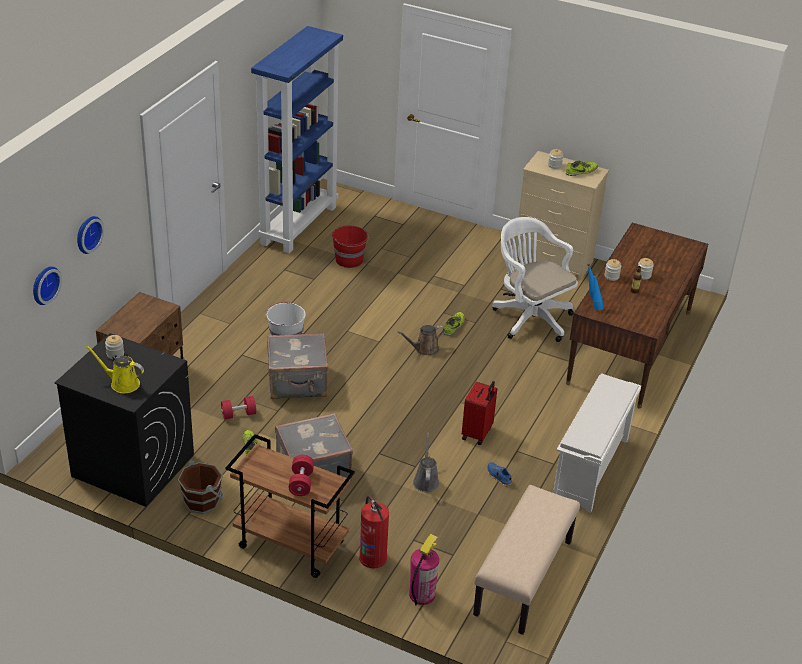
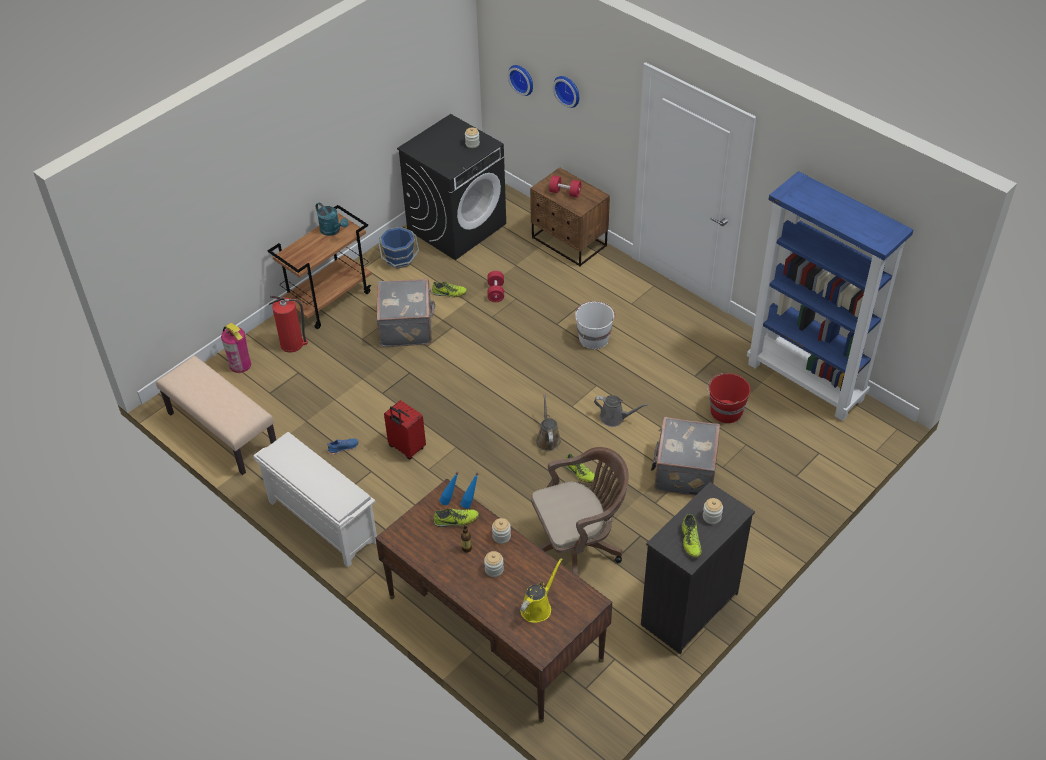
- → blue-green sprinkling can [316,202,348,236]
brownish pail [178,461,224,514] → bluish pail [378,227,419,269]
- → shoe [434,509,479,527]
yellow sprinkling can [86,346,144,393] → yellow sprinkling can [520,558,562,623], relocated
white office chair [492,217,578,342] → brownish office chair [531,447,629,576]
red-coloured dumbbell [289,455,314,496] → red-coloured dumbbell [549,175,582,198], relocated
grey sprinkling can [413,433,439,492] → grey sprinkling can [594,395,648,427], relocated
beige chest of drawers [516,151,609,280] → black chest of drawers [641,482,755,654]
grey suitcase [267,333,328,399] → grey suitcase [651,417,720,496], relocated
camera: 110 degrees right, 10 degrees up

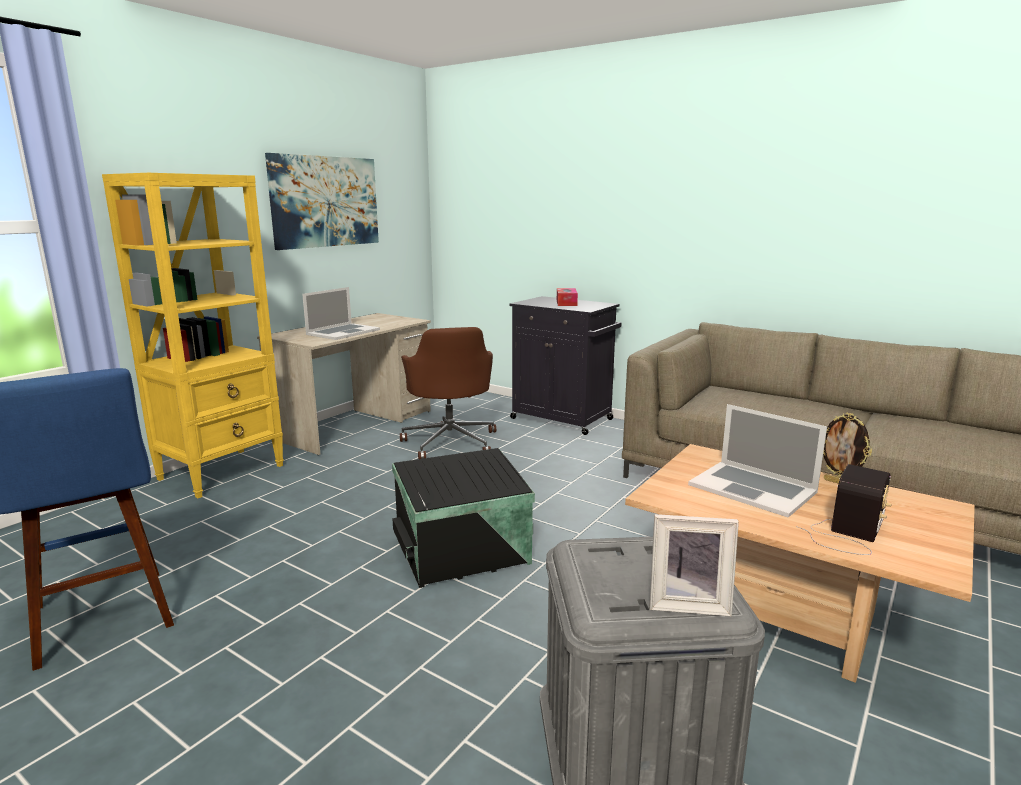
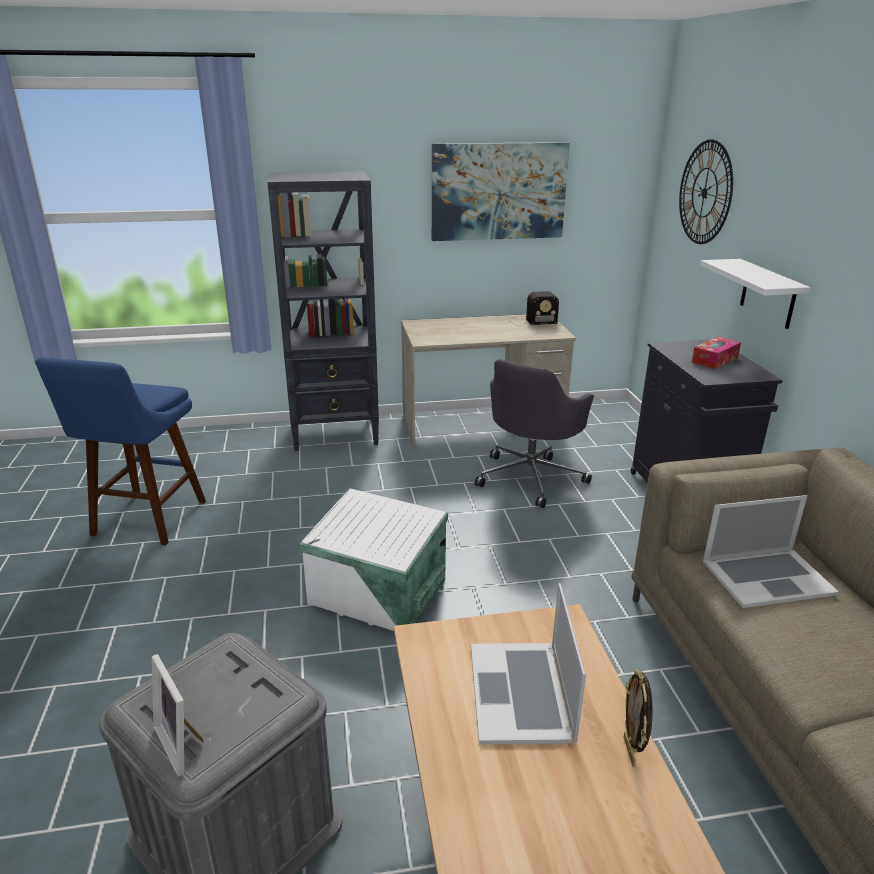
yellow bookcase [102,173,284,498] → black bookcase [267,171,379,451]
black storage bin [392,448,535,588] → white storage bin [299,488,448,631]
brownish office chair [400,327,496,459] → grey office chair [475,359,594,508]
radio receiver [796,464,892,555] → radio receiver [509,291,559,326], relocated
- → wall clock [679,139,733,244]
- → white bracket shelf [700,259,811,329]
notebook computer [302,287,380,340] → notebook computer [703,495,839,608], relocated
camera: 45 degrees right, 10 degrees up

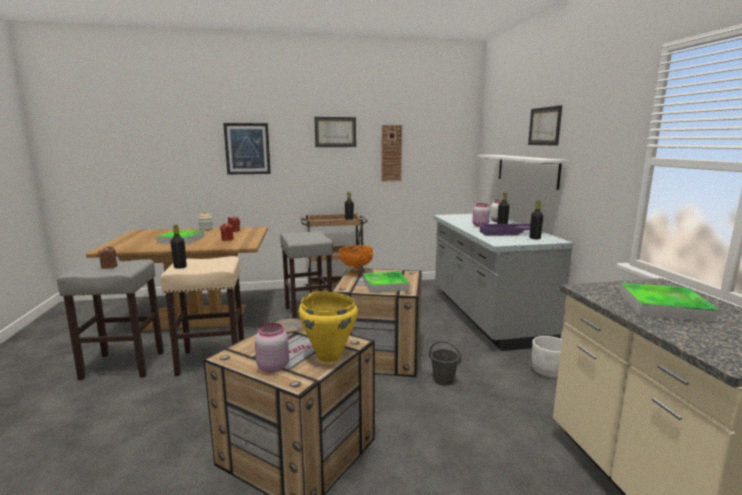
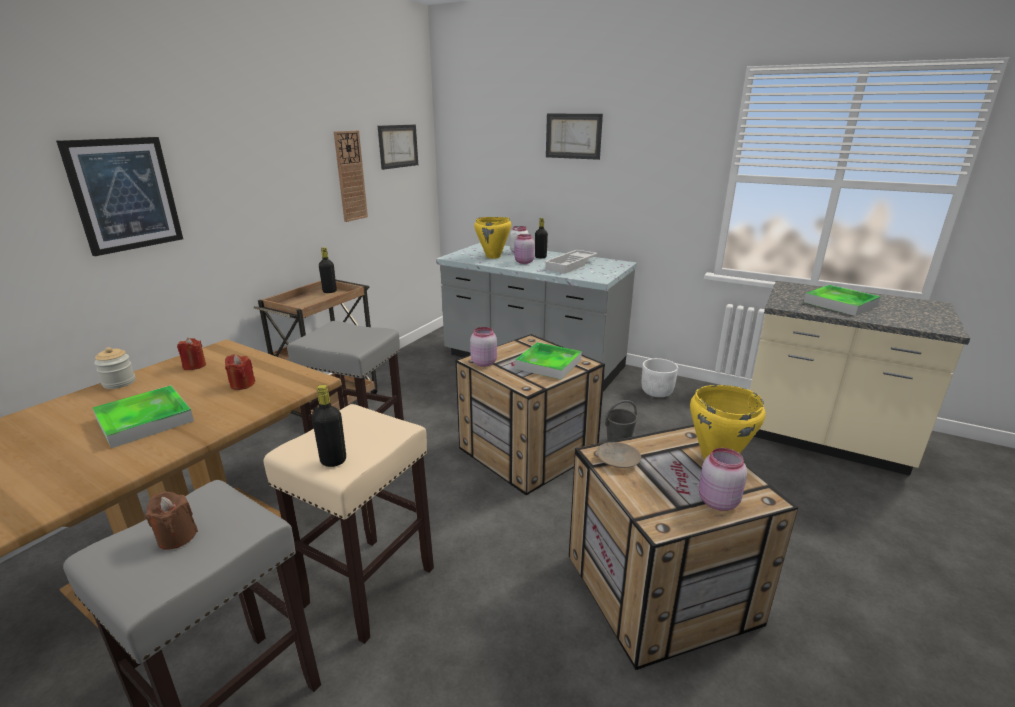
wall picture [314,117,356,147] → wall picture [378,125,418,170], relocated
orange-coloured deep dish [339,245,373,275] → pinkish jar [470,327,497,367]
- → yellow cooking pot [474,217,511,259]
purple tray [479,224,530,236] → white tray [544,250,598,274]
white bracket shelf [478,155,569,190] → -
black drink bottle [530,201,543,239] → -
camera: 50 degrees left, 10 degrees up

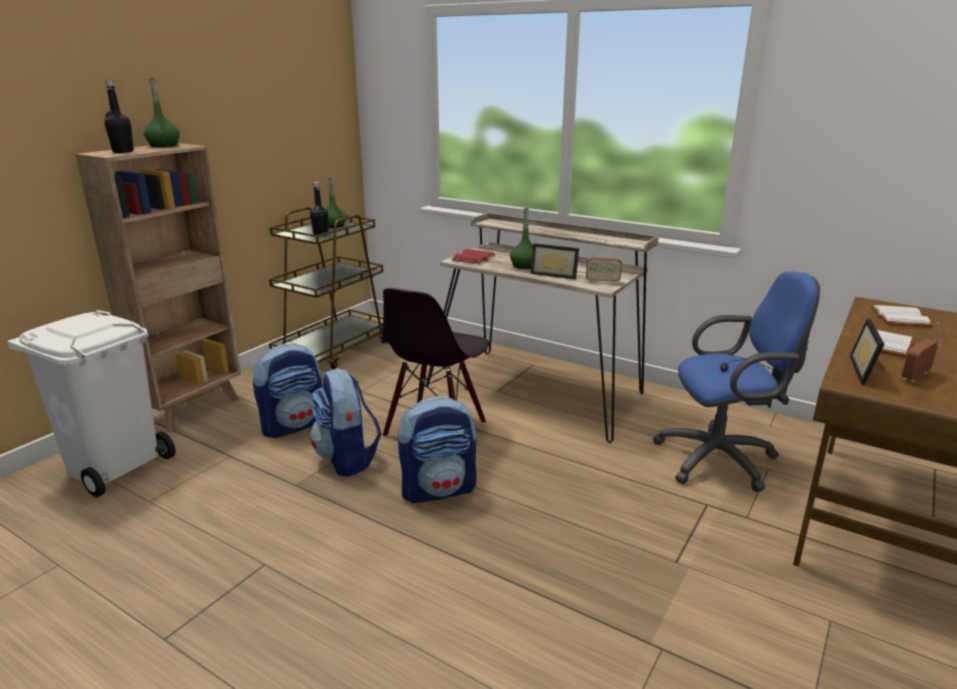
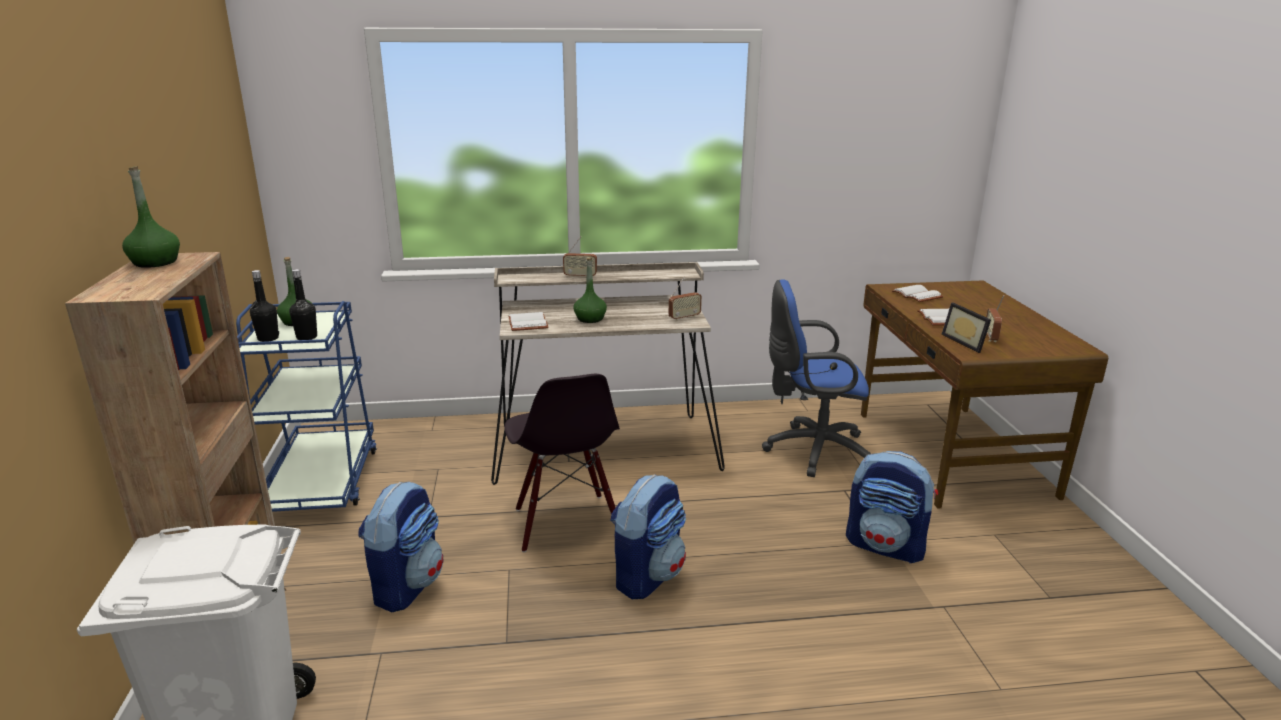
brownish cart [269,207,385,369] → bluish cart [236,301,377,512]
black drink bottle [104,79,134,153] → black drink bottle [250,270,279,342], relocated
red-coloured book [452,249,496,264] → white book [508,312,548,331]
- → radio receiver [563,236,597,278]
bluish office chair [653,271,820,492] → bluish office chair [762,279,871,477], 135 degrees counterclockwise
knapsack [310,368,381,477] → knapsack [846,451,938,563], relocated
standing frame [530,243,579,279] → -
camera: 40 degrees left, 0 degrees up

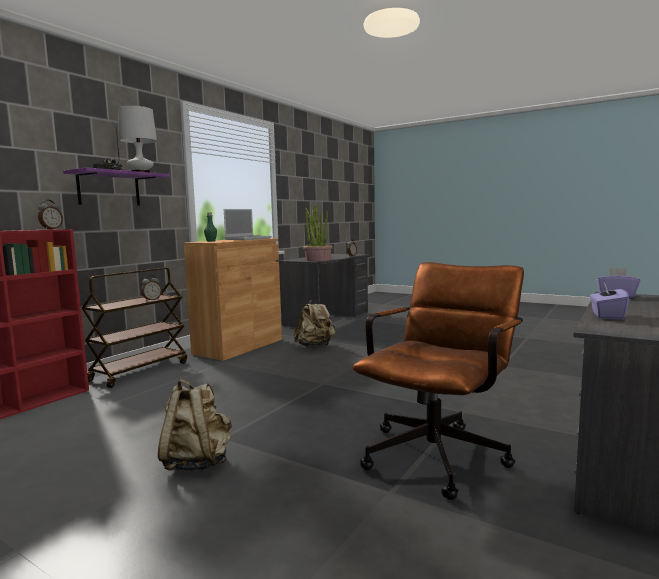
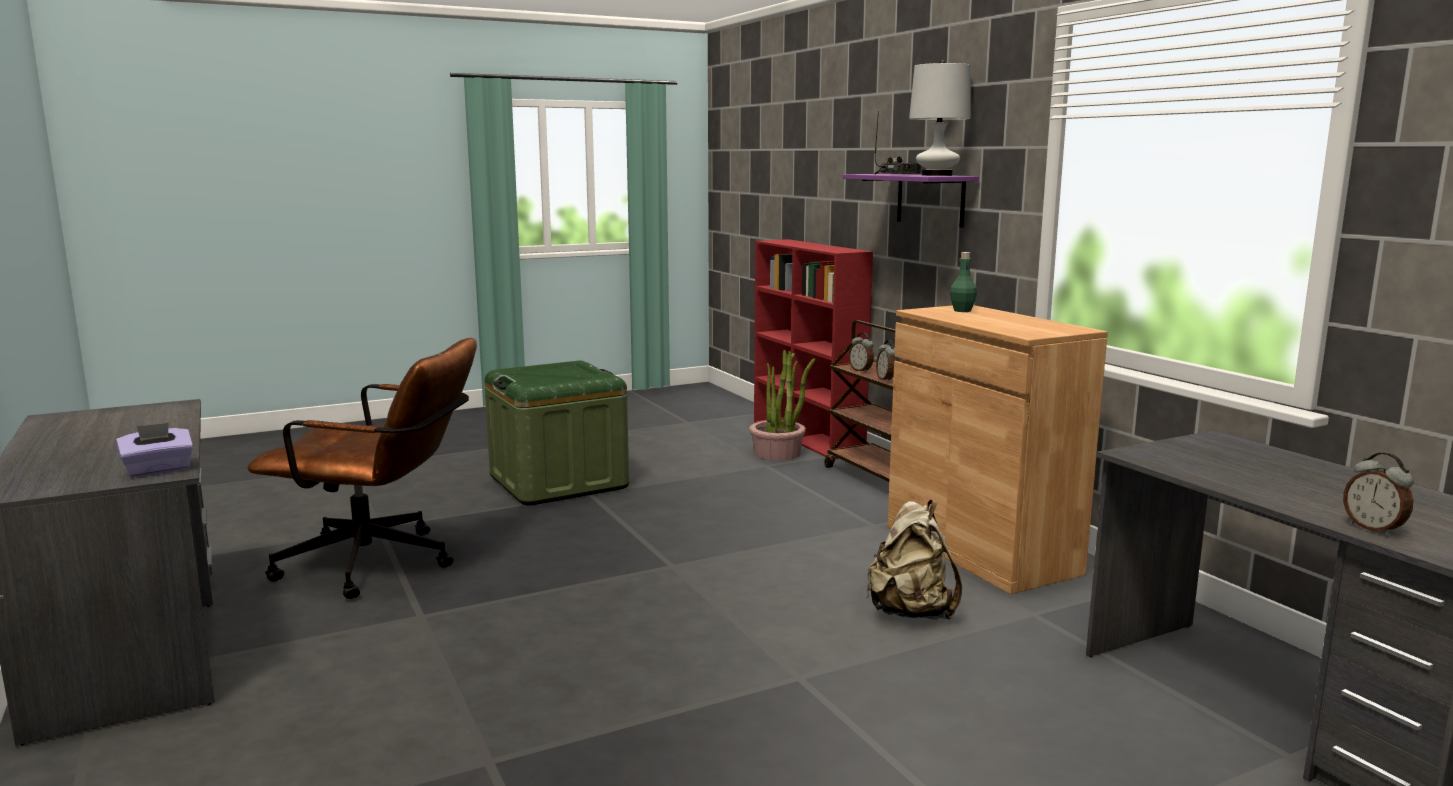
brownish office chair [353,262,524,500] → brownish office chair [247,338,477,599], 60 degrees counterclockwise
beige knapsack [158,379,232,472] → greenish storage bin [484,360,629,506]
plant in a pot [303,204,333,261] → plant in a pot [749,350,815,460], relocated
bedside clock [38,200,63,229] → bedside clock [849,333,874,373], relocated
notebook computer [224,209,272,240] → -
purple tissue box [590,282,629,320] → -
camera: 120 degrees right, 5 degrees up

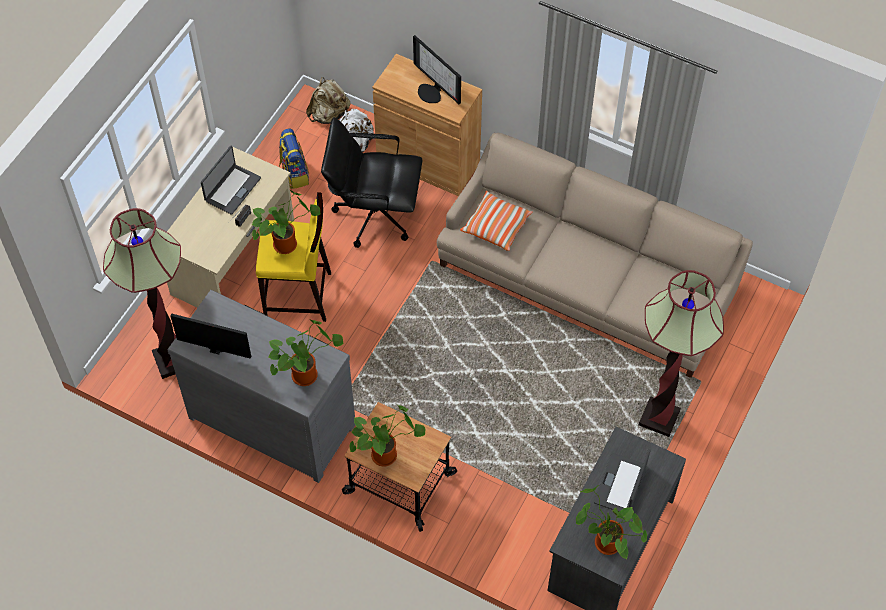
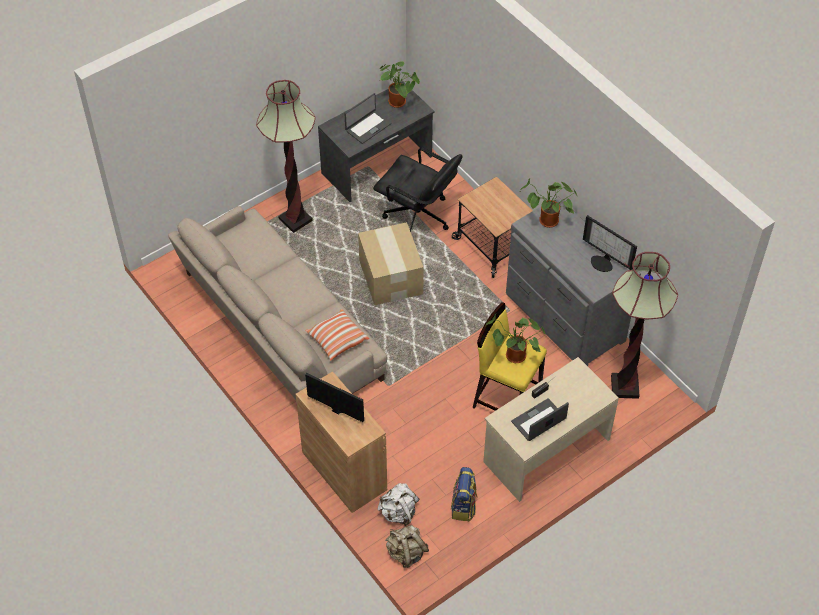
computer screen [413,35,461,104] → computer screen [305,373,364,422], 45 degrees counterclockwise
- → cardboard box [358,222,424,305]
black office chair [321,117,422,248] → black office chair [373,147,462,232], relocated
plant in a pot [350,405,425,467] → -
camera: 155 degrees left, 5 degrees down

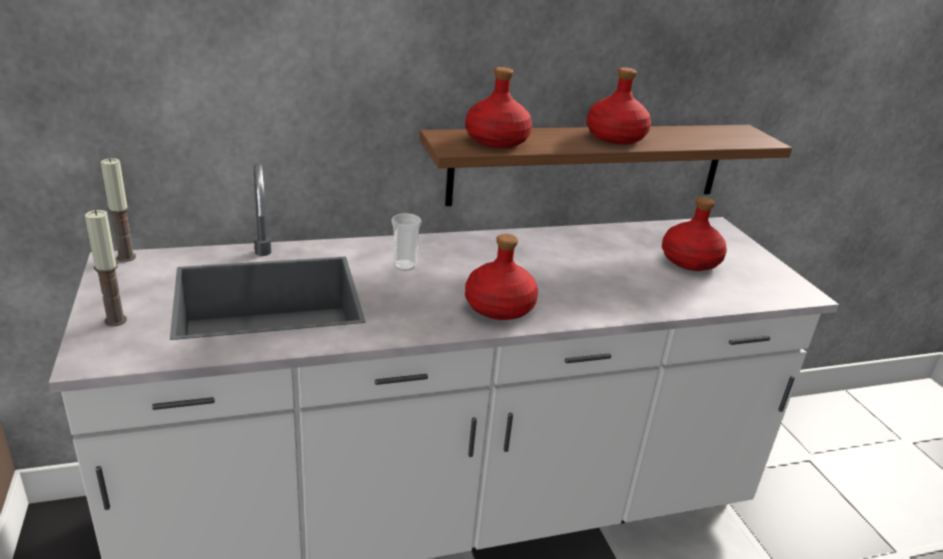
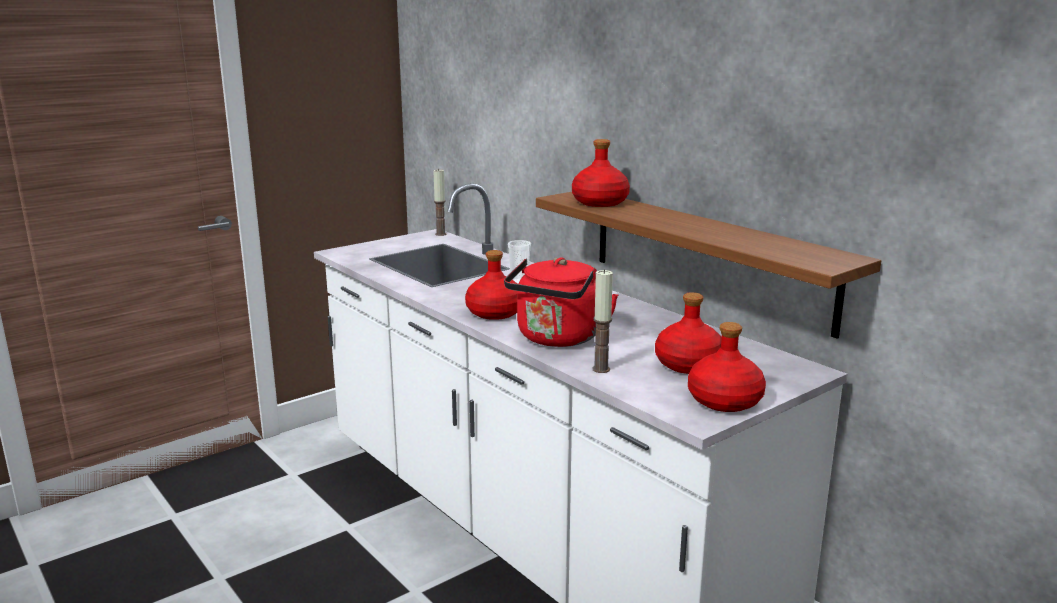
- → red-coloured water kettle [504,257,618,347]
wax light [85,210,127,326] → wax light [593,269,613,373], relocated
red-coloured drink bottle [586,67,651,144] → red-coloured drink bottle [688,322,766,412], relocated
camera: 70 degrees right, 10 degrees down

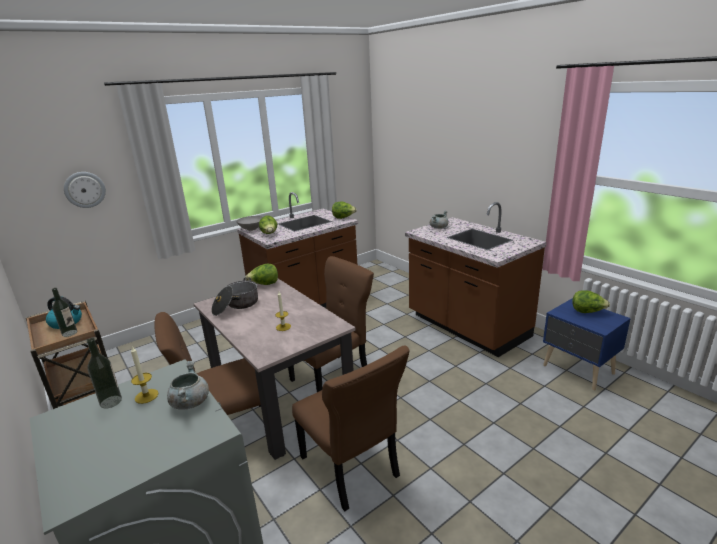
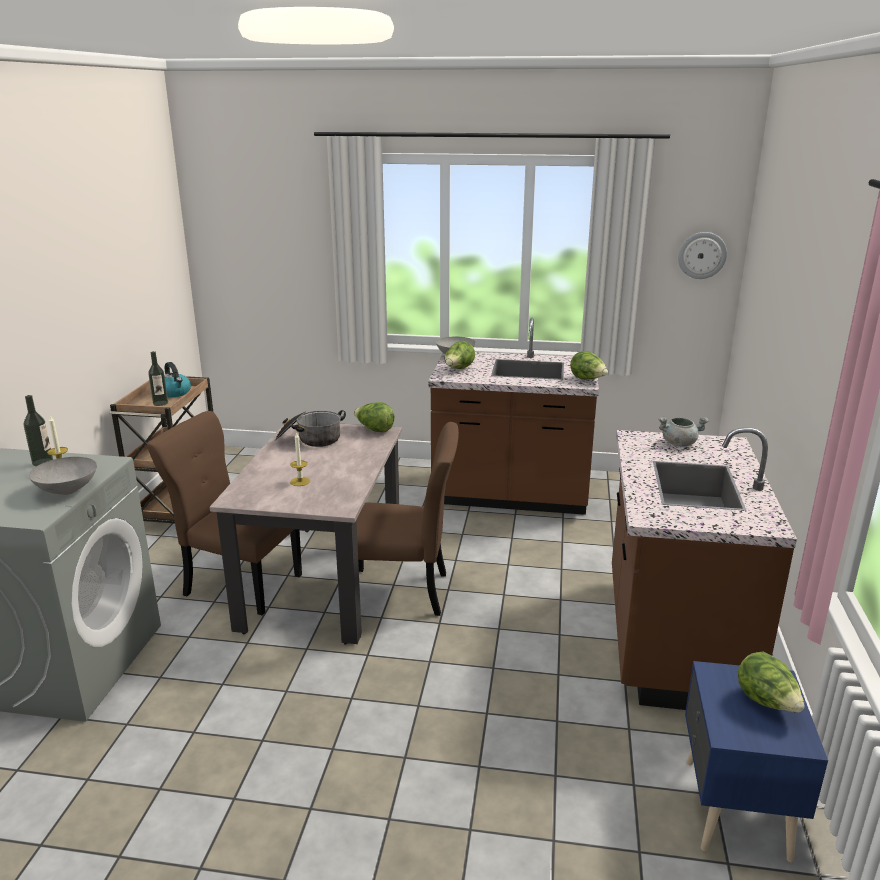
grey cooking pot [167,361,209,410] → grey deep dish [29,457,97,495]
wall clock [64,172,106,208] → wall clock [678,232,727,279], relocated
brownish upright chair [292,346,410,511] → -
camera: 45 degrees right, 0 degrees up

